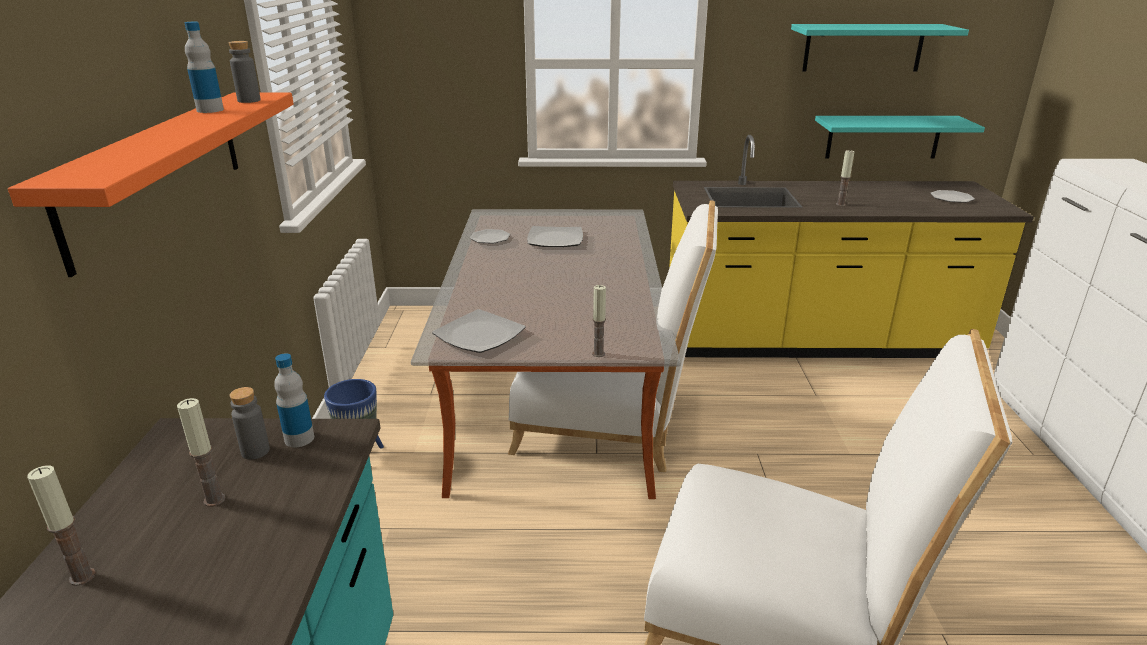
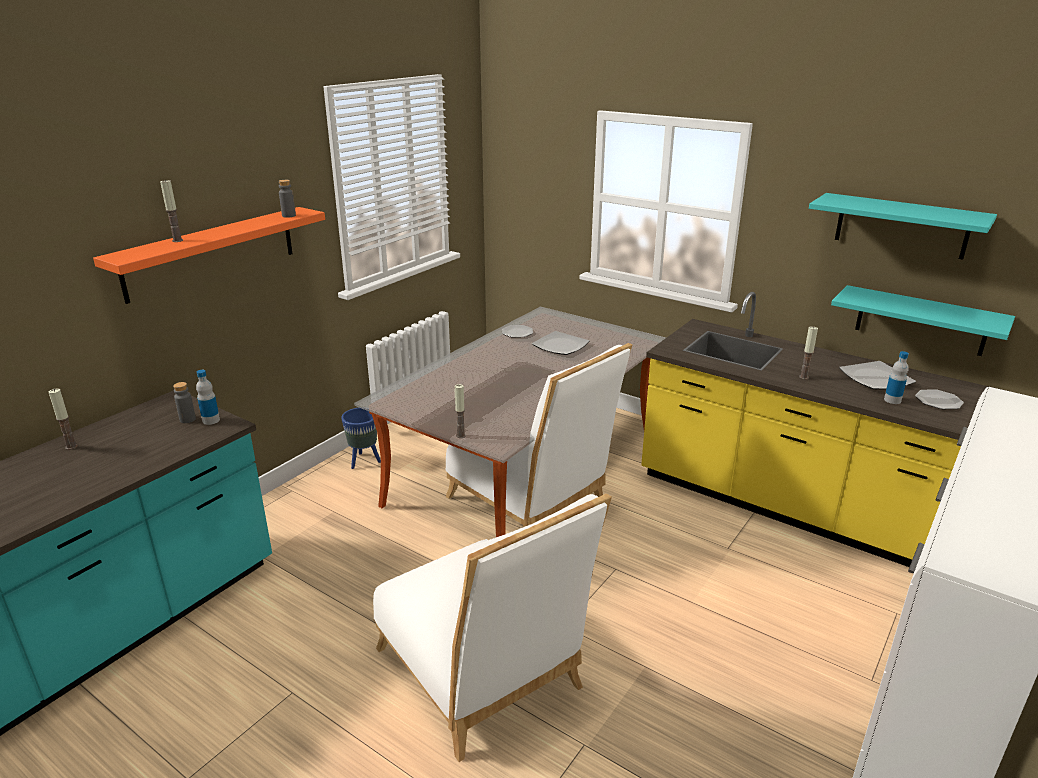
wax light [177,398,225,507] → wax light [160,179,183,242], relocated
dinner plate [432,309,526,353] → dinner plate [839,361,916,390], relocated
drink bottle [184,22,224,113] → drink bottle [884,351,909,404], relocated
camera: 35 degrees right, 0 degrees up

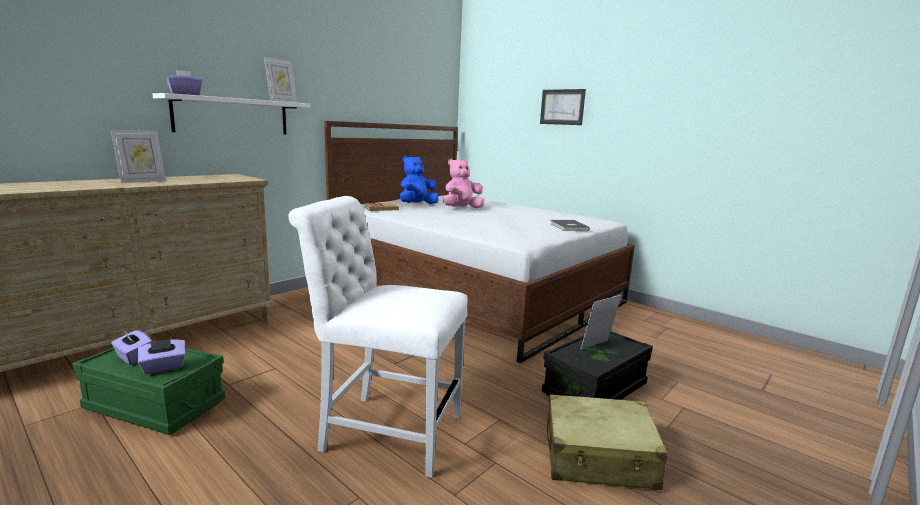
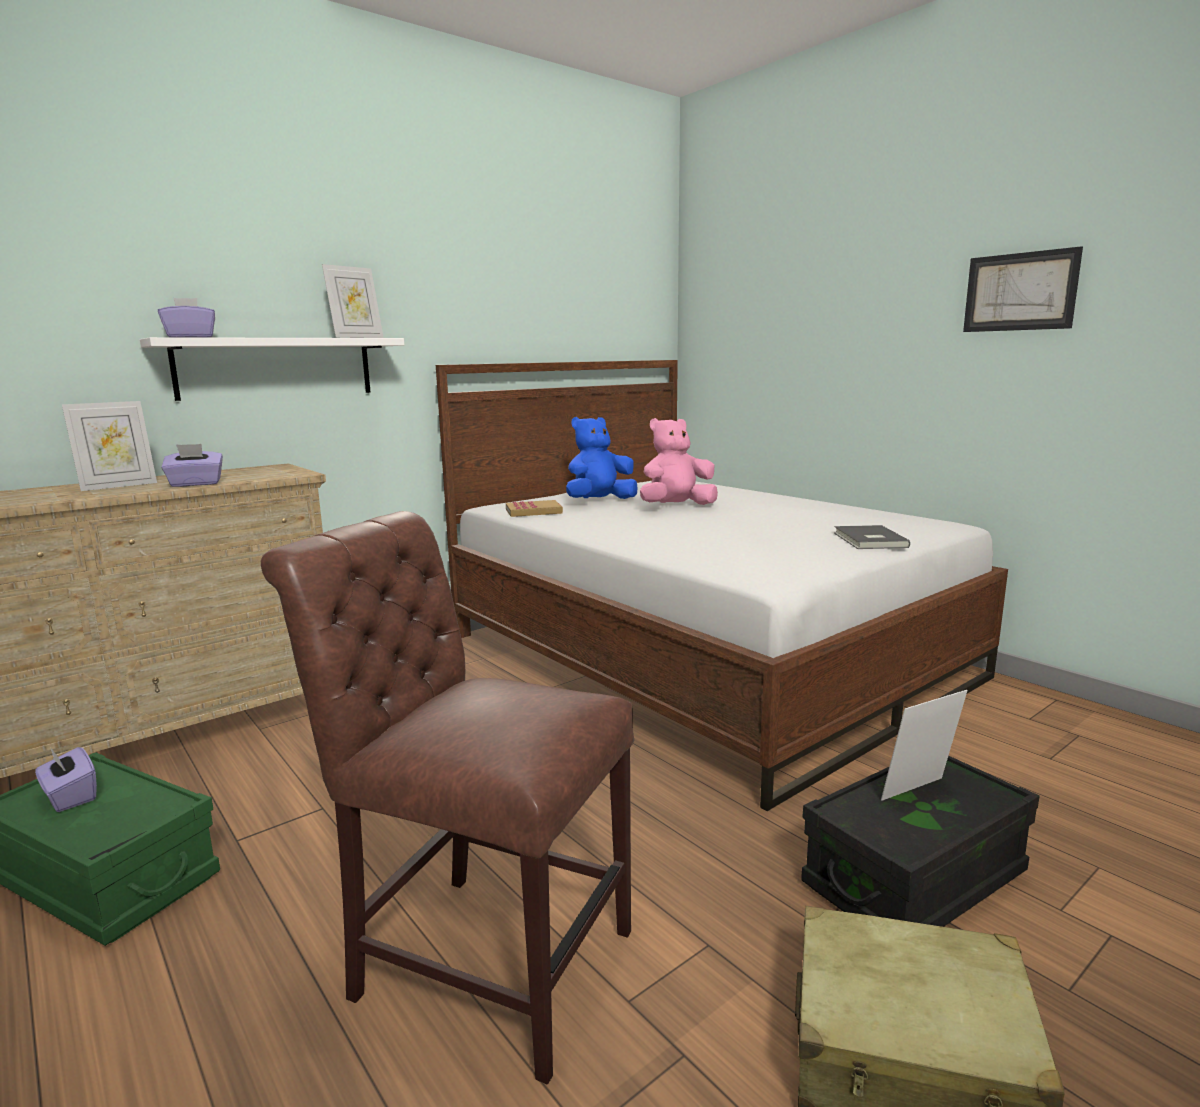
purple tissue box [138,339,186,374] → purple tissue box [162,444,223,487], relocated
white upright chair [289,196,468,478] → brownish upright chair [261,511,634,1085]
wall picture [540,89,586,125] → wall picture [963,246,1083,332], relocated
camera: 10 degrees right, 0 degrees up

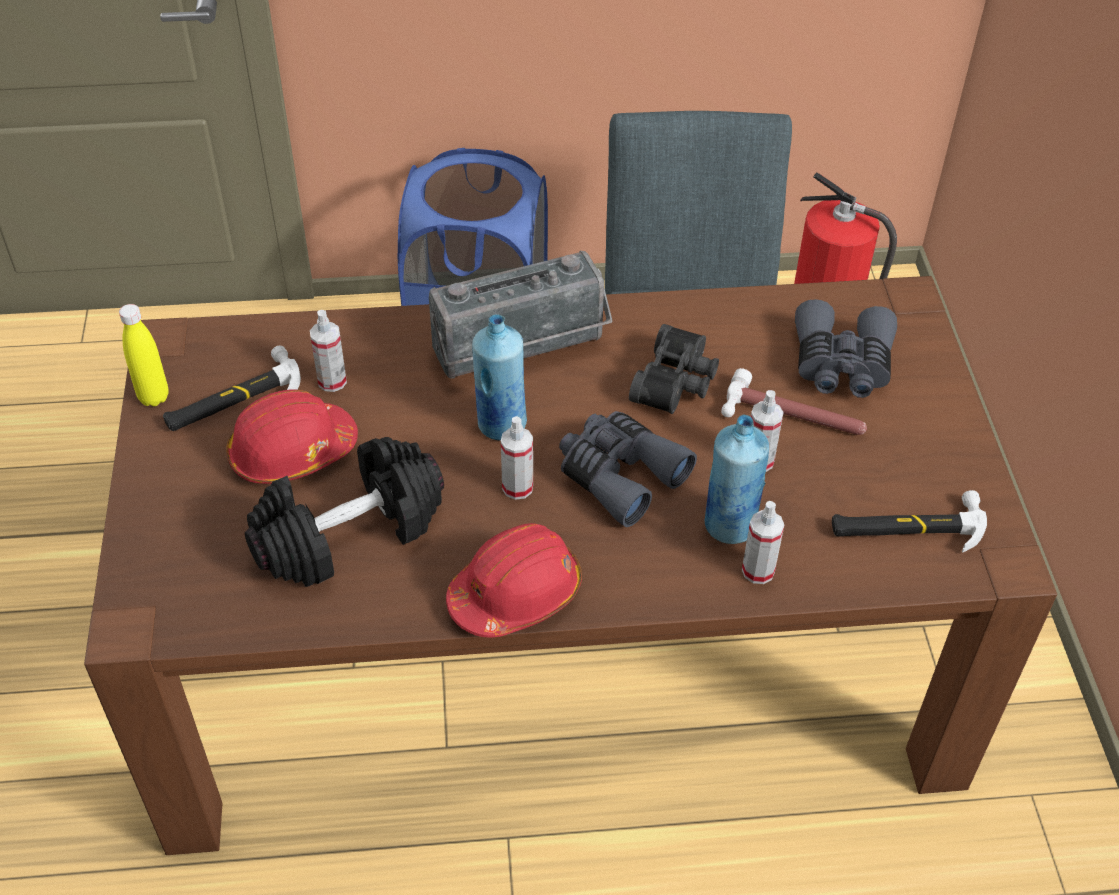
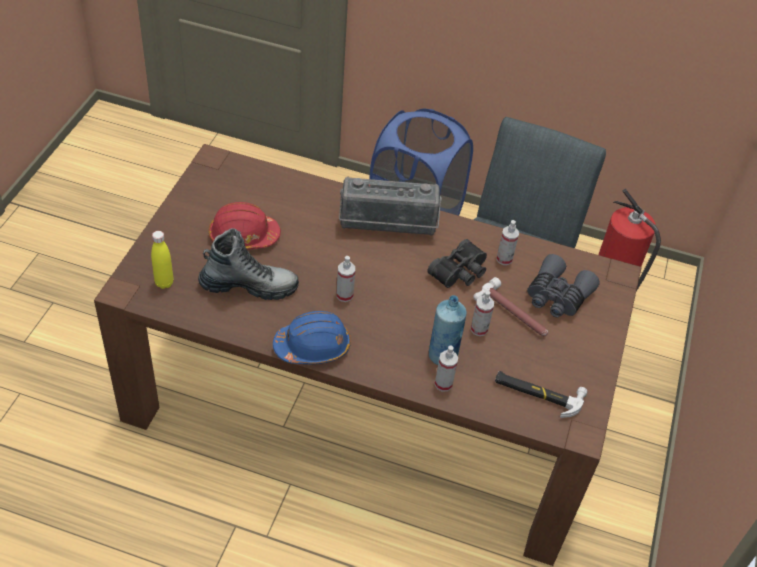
yellow drink bottle [119,304,169,406] → yellow drink bottle [151,231,174,289], relocated
black dumbbell [245,437,444,587] → tall boot [198,228,299,300]
red-coloured hard hat [446,523,582,638] → bluish hard hat [273,311,351,364]
hand sprayer [310,310,347,392] → hand sprayer [496,220,519,265], relocated
hammer [163,346,301,431] → -
bluish drink bottle [472,314,527,441] → -
grey field glasses [559,411,697,527] → -
camera: 20 degrees right, 0 degrees up

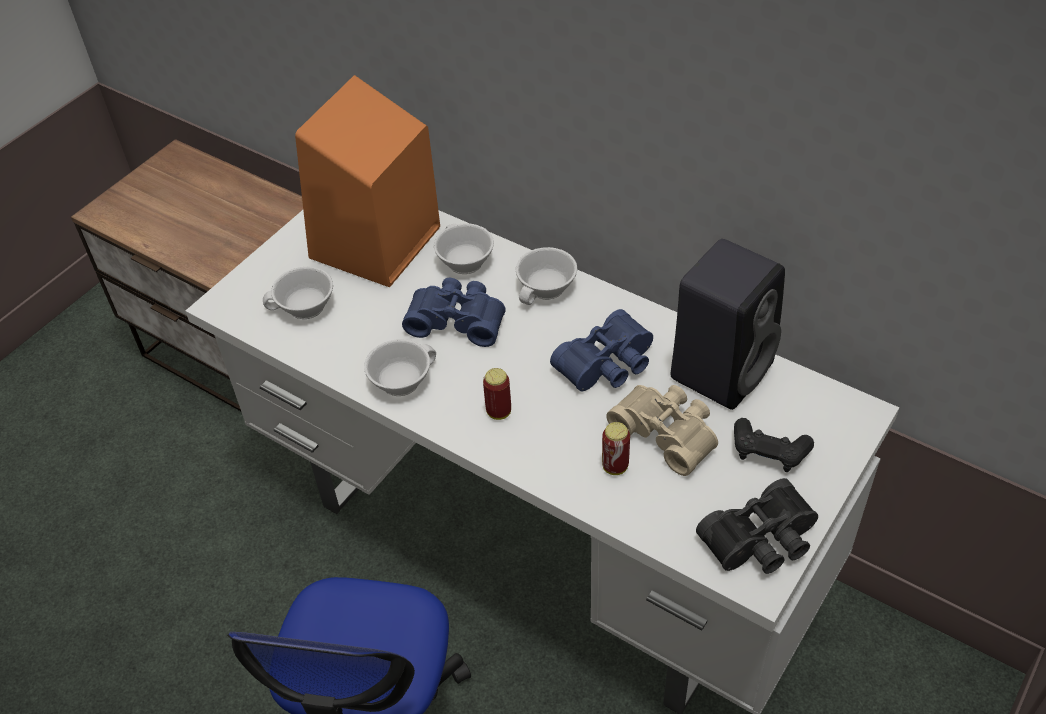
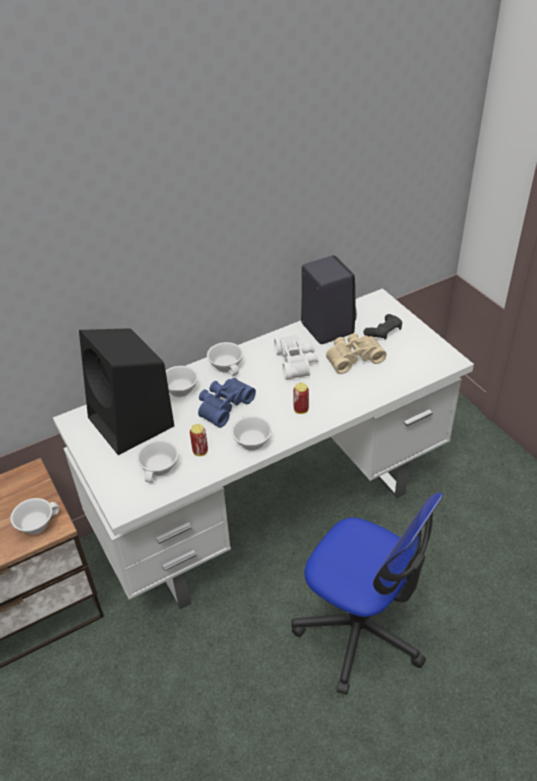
- → white small cup [10,498,60,535]
orange-coloured audio speaker [295,75,440,287] → black audio speaker [79,328,174,455]
sealed can [602,422,630,475] → sealed can [190,424,208,456], relocated
bluish field glasses [550,309,653,391] → white field glasses [274,335,318,380]
black field glasses [696,478,818,574] → -
camera: 65 degrees left, 5 degrees down

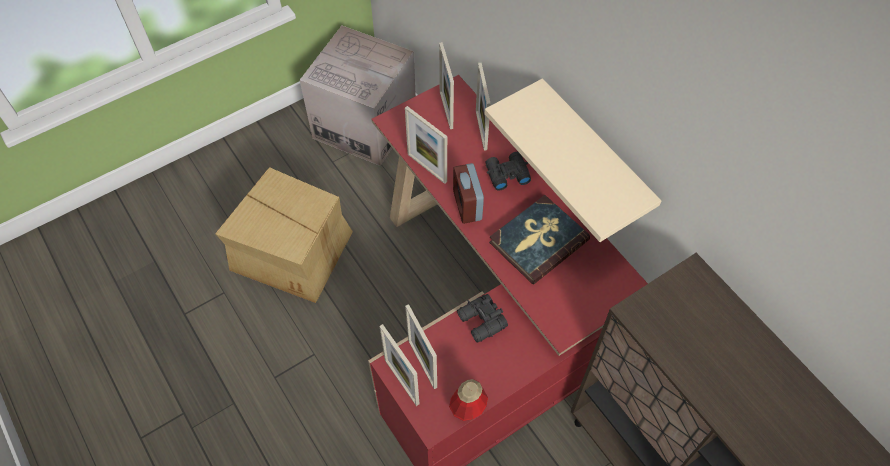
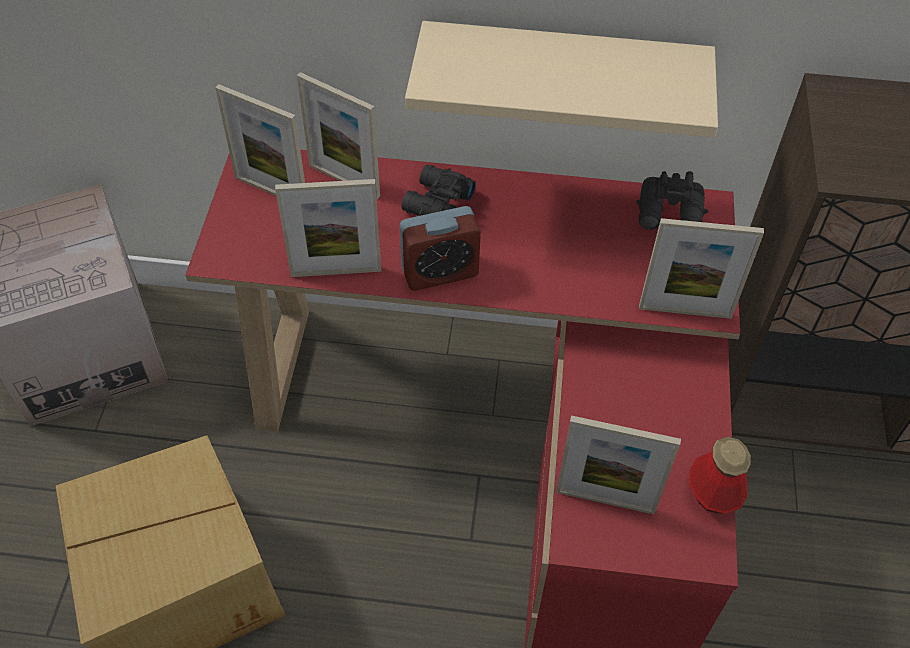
bedside clock [453,163,484,224] → bedside clock [400,206,481,291], 45 degrees counterclockwise
black field glasses [457,294,508,343] → black field glasses [636,171,708,230], relocated
standing frame [379,324,419,406] → standing frame [639,218,764,319], relocated
book [489,195,590,285] → -
camera: 50 degrees left, 5 degrees down

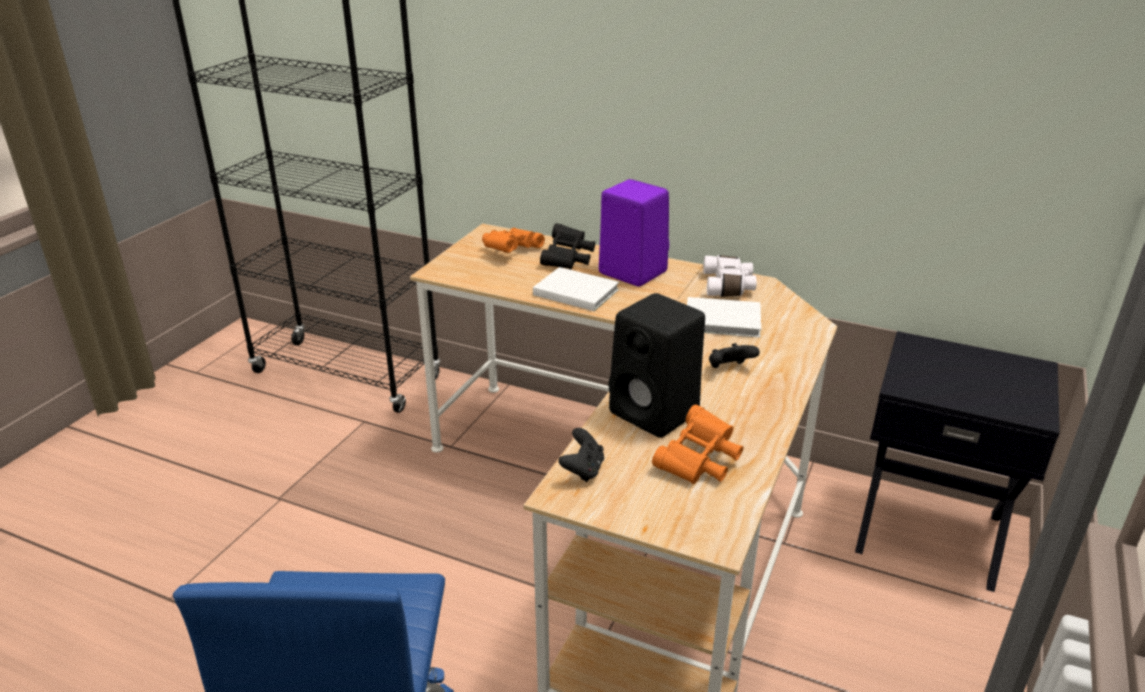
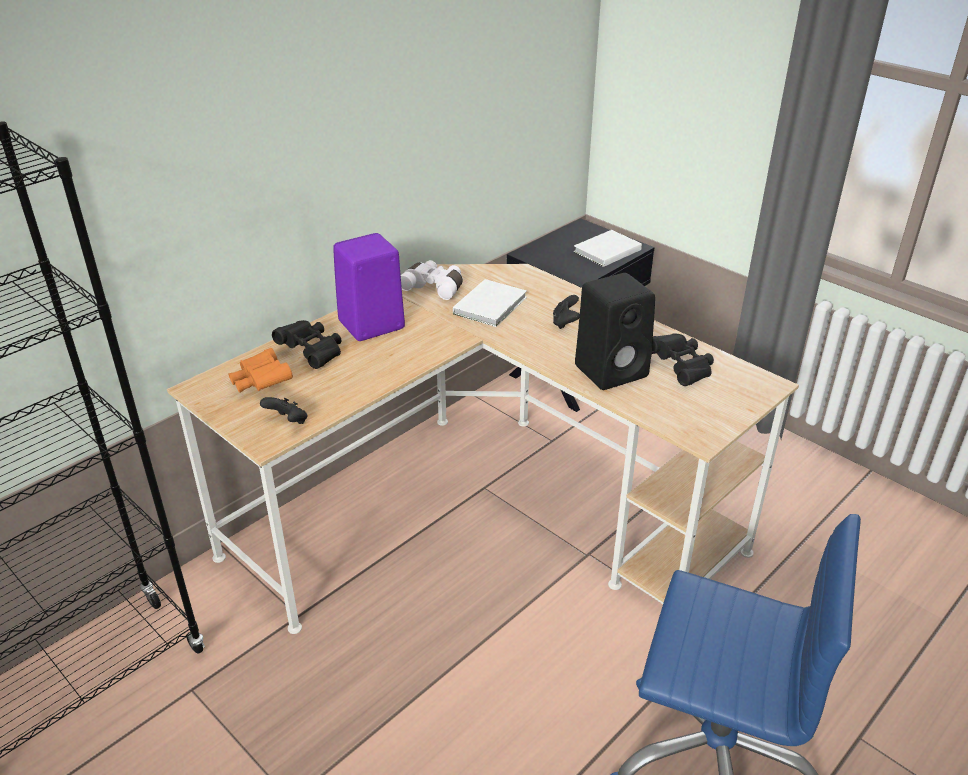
black gamepad [559,428,604,482] → black gamepad [260,397,308,424], relocated
white book [533,267,619,311] → white book [574,230,642,267], relocated
orange-coloured field glasses [652,405,743,484] → black field glasses [652,333,714,386]
camera: 70 degrees left, 5 degrees up

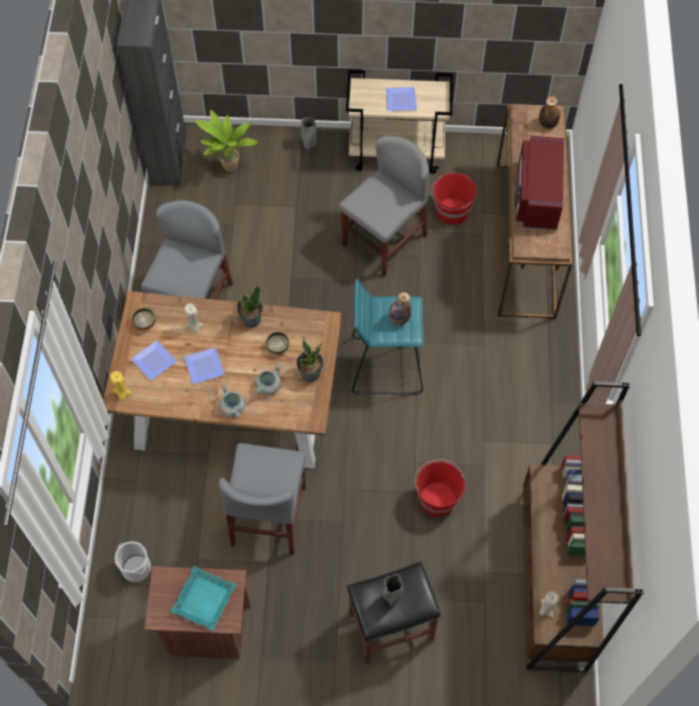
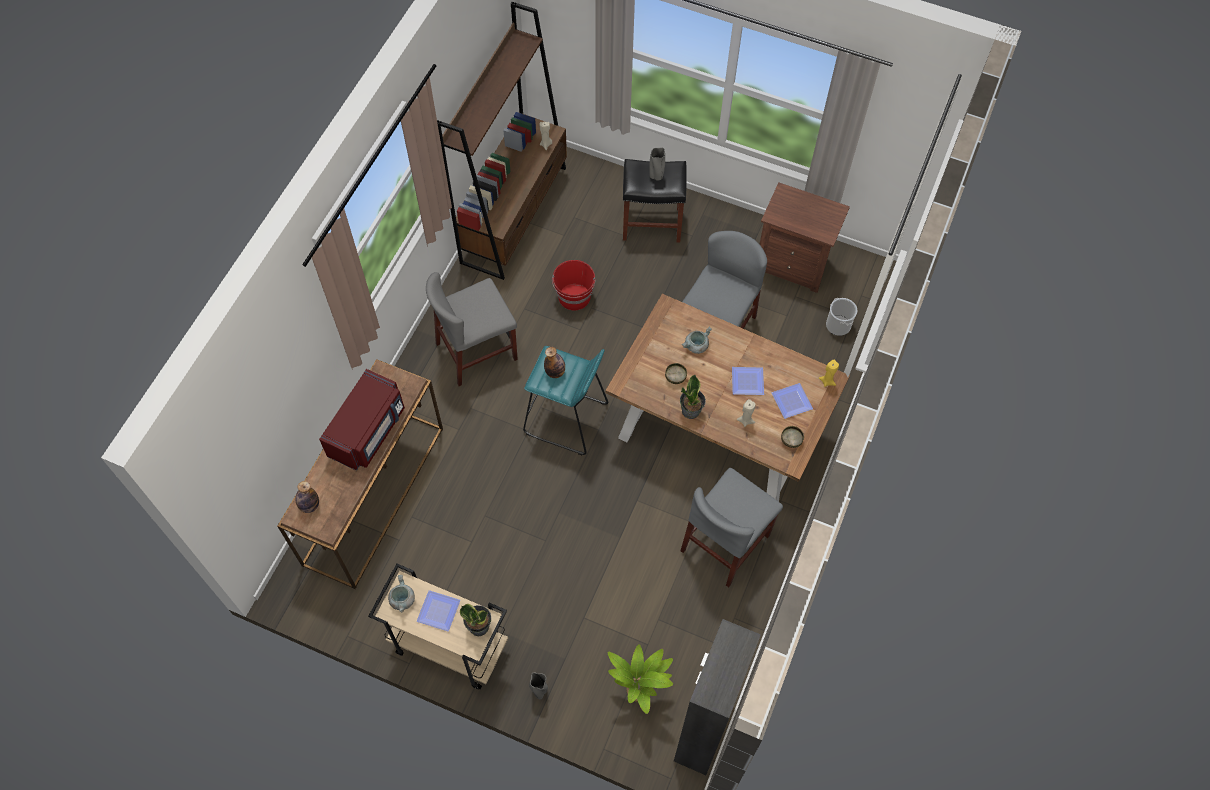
grey cooking pot [219,384,245,418] → grey cooking pot [388,575,415,612], relocated
grey upright chair [339,136,429,276] → grey upright chair [426,272,518,386], relocated
plant in a pot [296,337,324,382] → plant in a pot [460,604,491,636], relocated
blue-green tray [171,566,236,631] → -
red-coloured pail [431,173,477,225] → -
camera: 160 degrees left, 0 degrees up

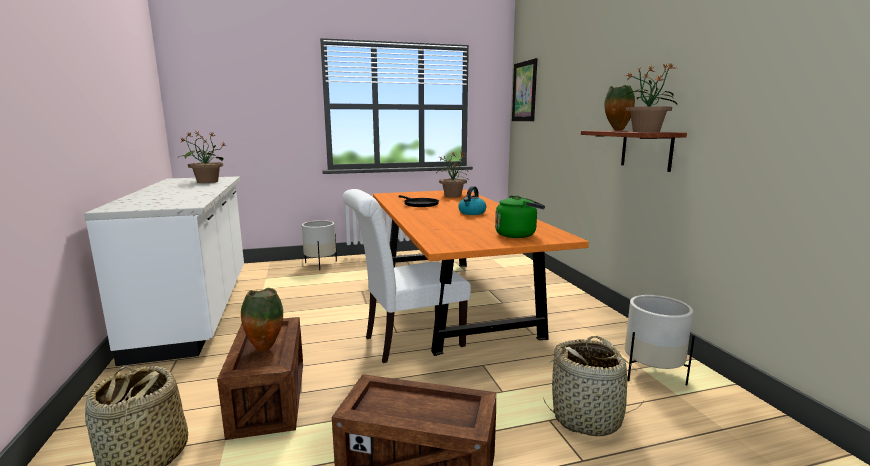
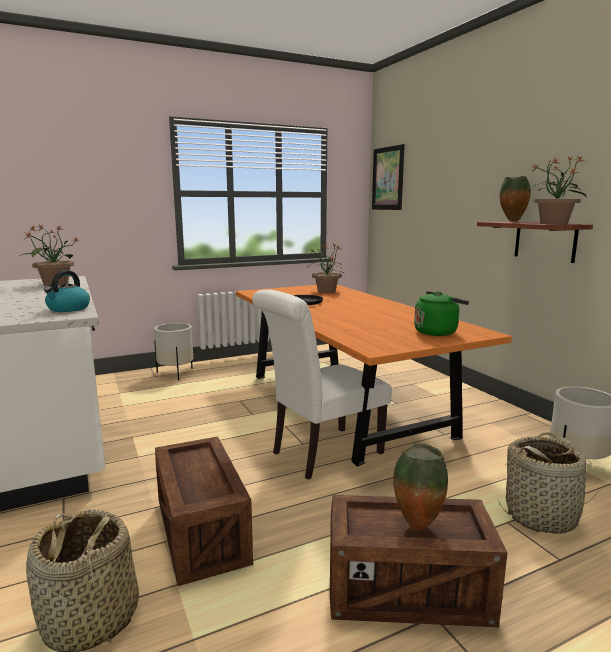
water kettle [458,186,486,215] → water kettle [44,270,90,312], relocated
decorative vase [241,288,283,351] → decorative vase [393,443,448,531], relocated
camera: 10 degrees left, 0 degrees up

